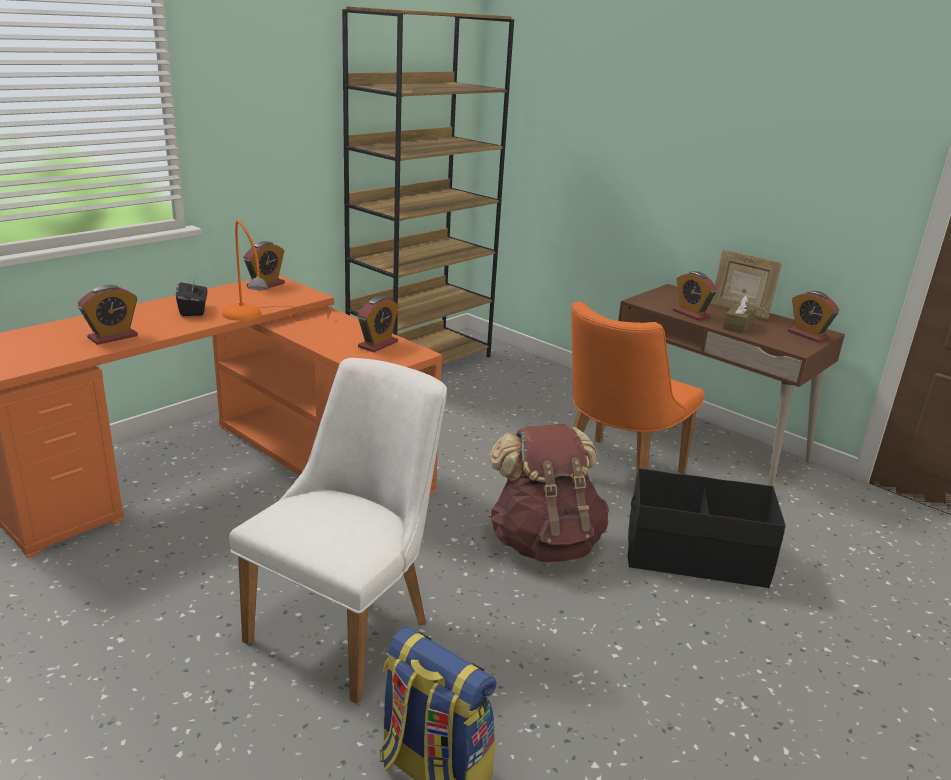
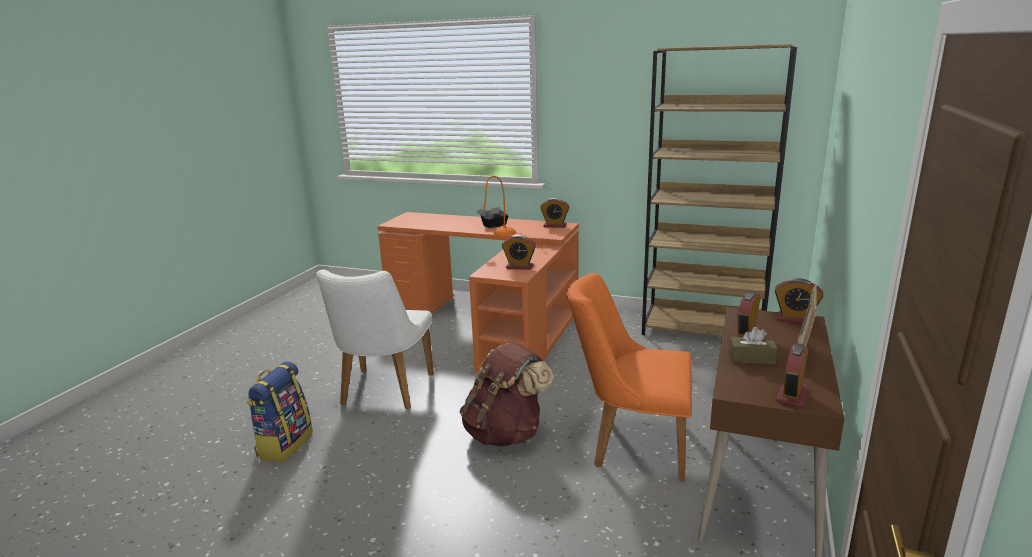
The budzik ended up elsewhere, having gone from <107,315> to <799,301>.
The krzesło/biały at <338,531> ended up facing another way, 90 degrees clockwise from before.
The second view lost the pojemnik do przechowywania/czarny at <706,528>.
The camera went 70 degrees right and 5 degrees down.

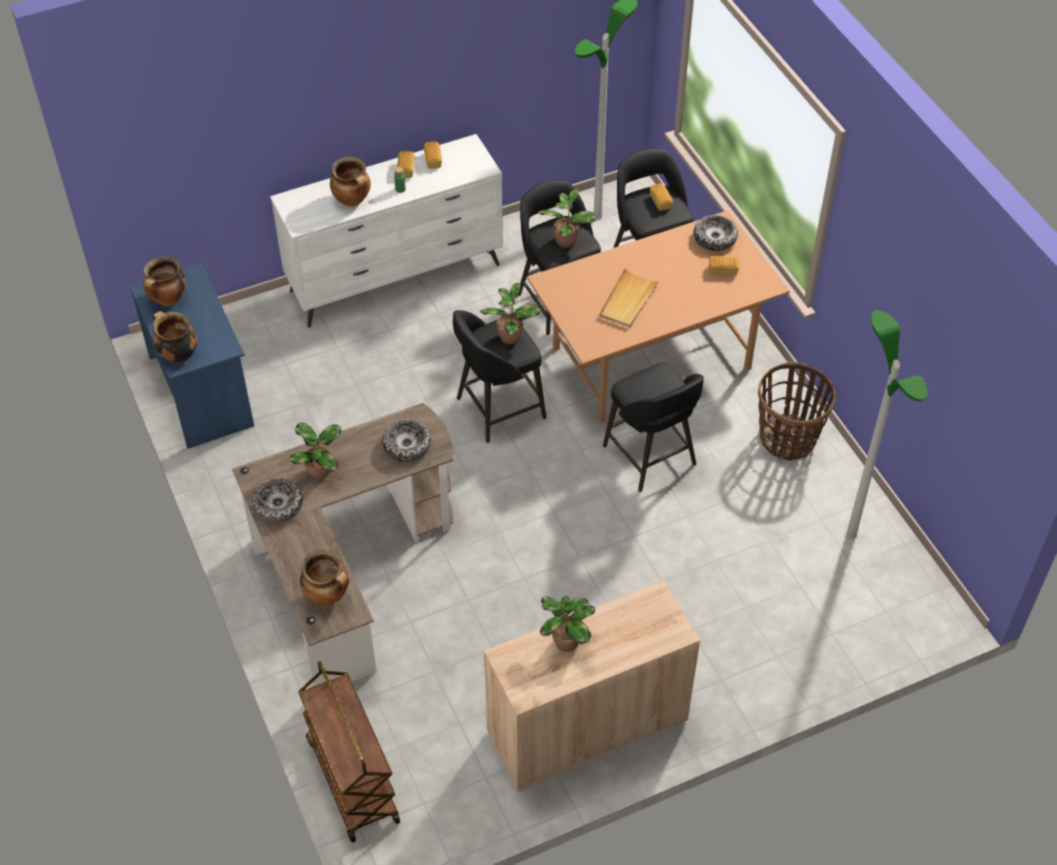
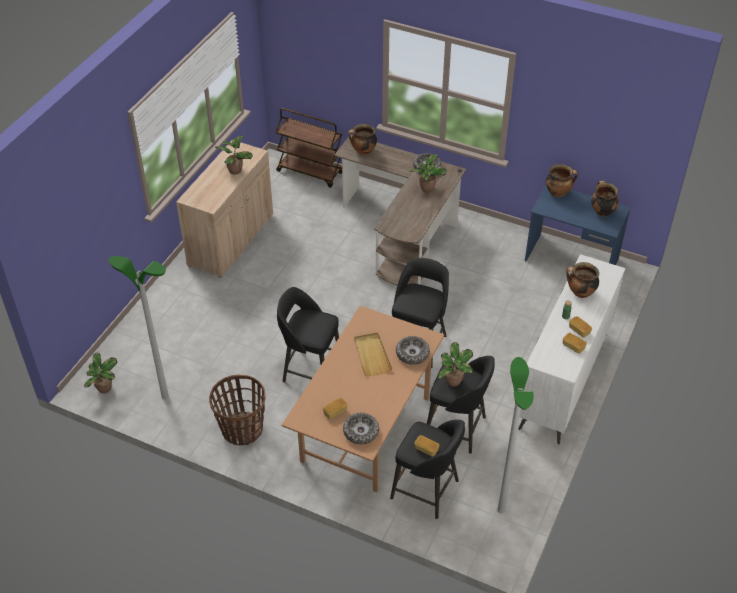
The roślina doniczkowa ended up elsewhere, having gone from <510,313> to <100,372>.
The miska ended up elsewhere, having gone from <406,440> to <413,350>.
The camera went 140 degrees right and 5 degrees down.

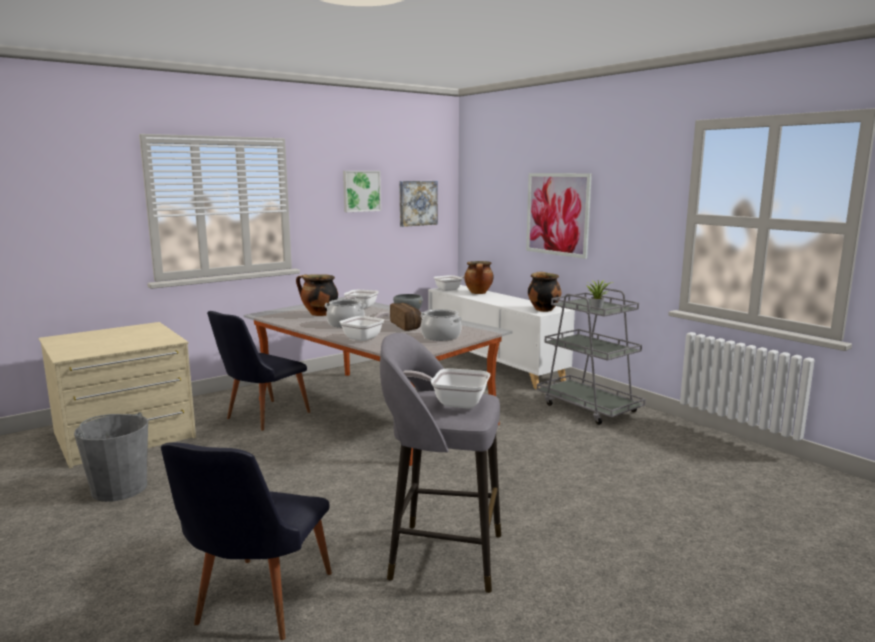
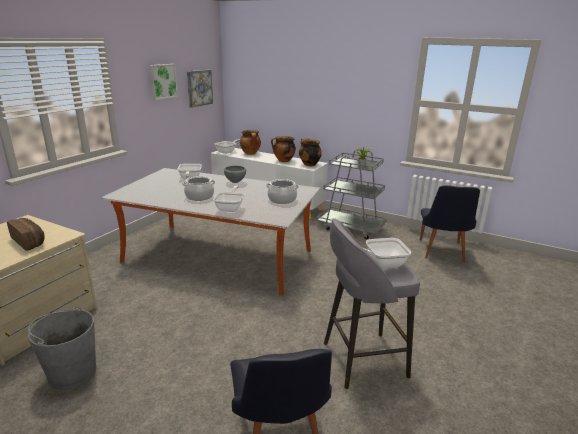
The second view lost the obraz at <559,216>.
The garnek ended up elsewhere, having gone from <317,295> to <283,149>.
The chleb ended up elsewhere, having gone from <406,317> to <25,234>.
The krzesło/czarny ended up elsewhere, having gone from <258,371> to <450,223>.
The camera went 25 degrees left and 10 degrees up.

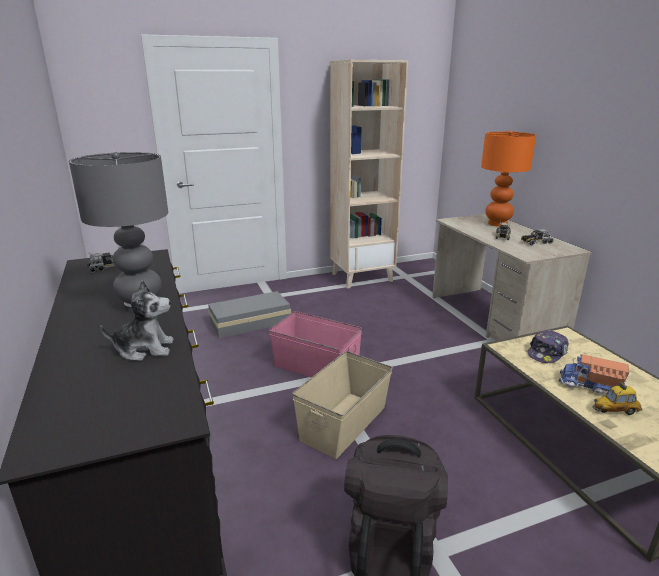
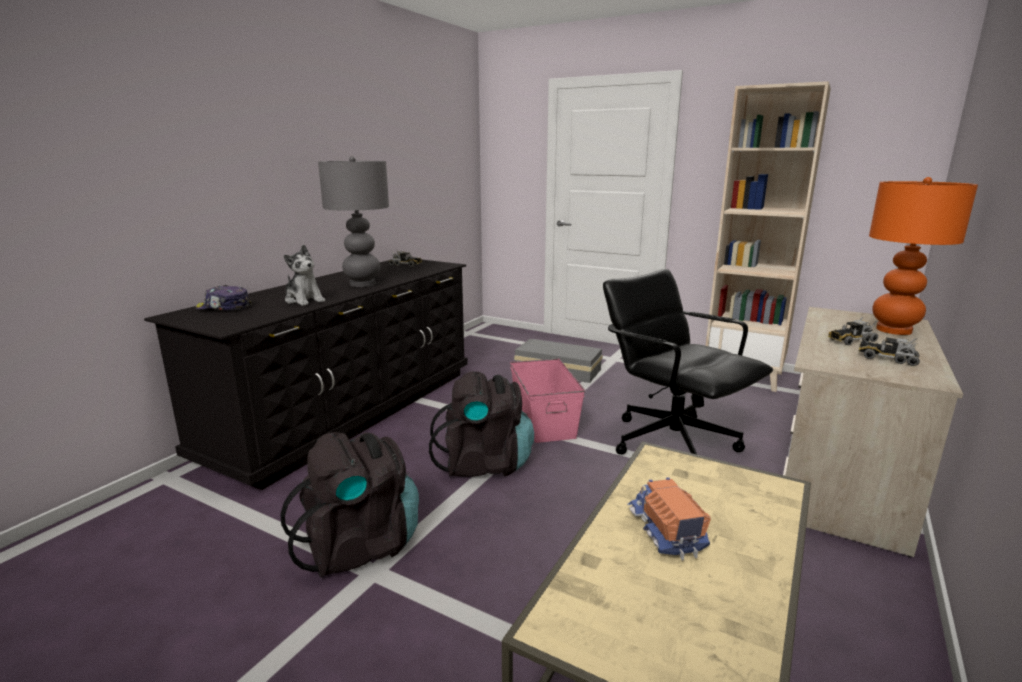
The czapka z daszkiem ended up elsewhere, having gone from <548,346> to <223,298>.
Where the pojemnik do przechowywania/beżowy stood at <342,405>, the plecak/czarny came to stand at <481,424>.
The second view lost the samochodzik at <617,398>.
The second view gained the krzesło biurowe/czarny at <688,361>.
The camera went 50 degrees right and 5 degrees down.

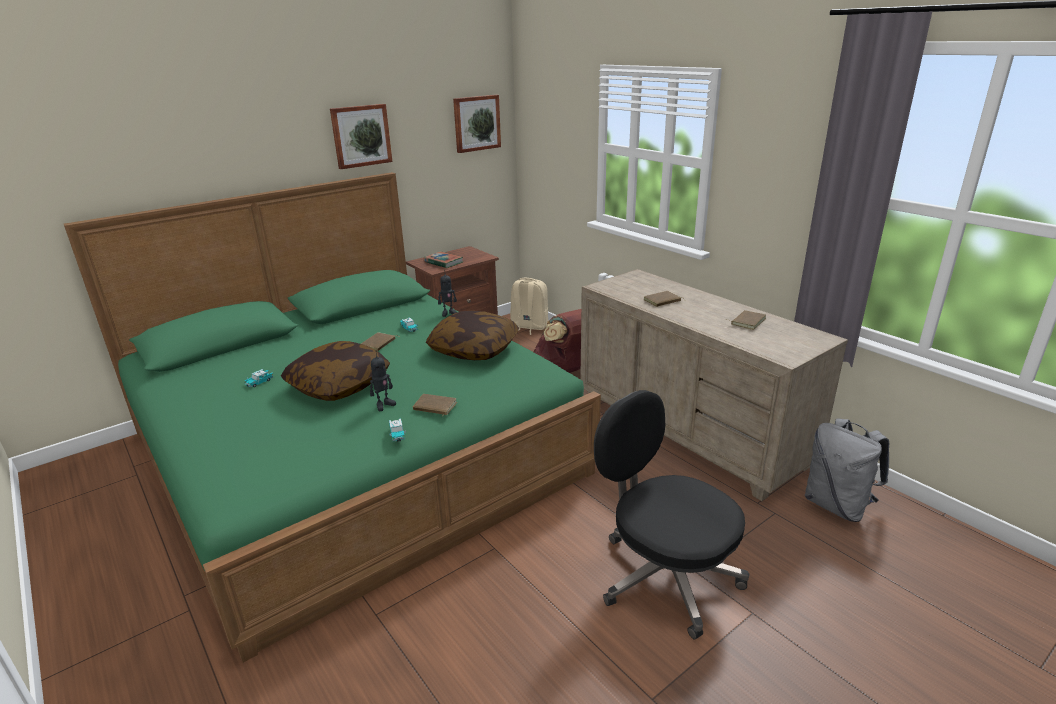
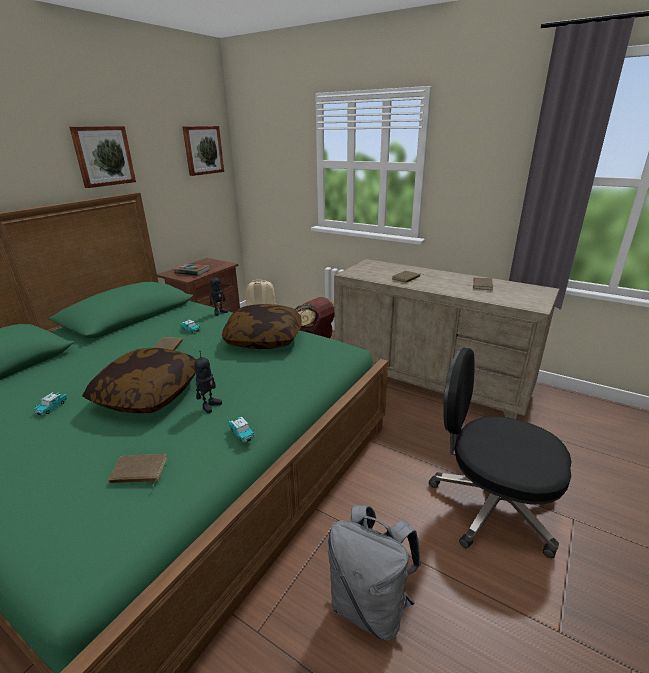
The książka/brązowy ended up elsewhere, having gone from <435,405> to <138,470>.
The plecak/szary ended up elsewhere, having gone from <847,470> to <374,573>.
The camera went 20 degrees left and 0 degrees up.

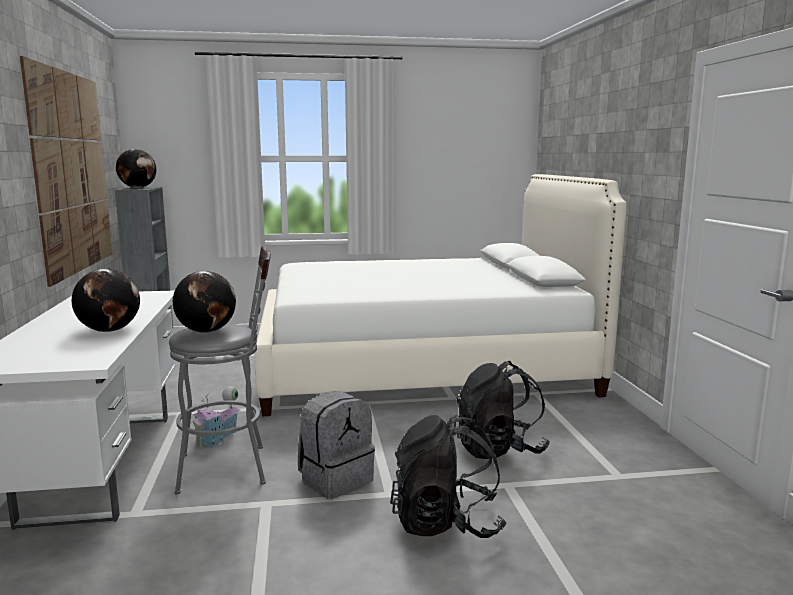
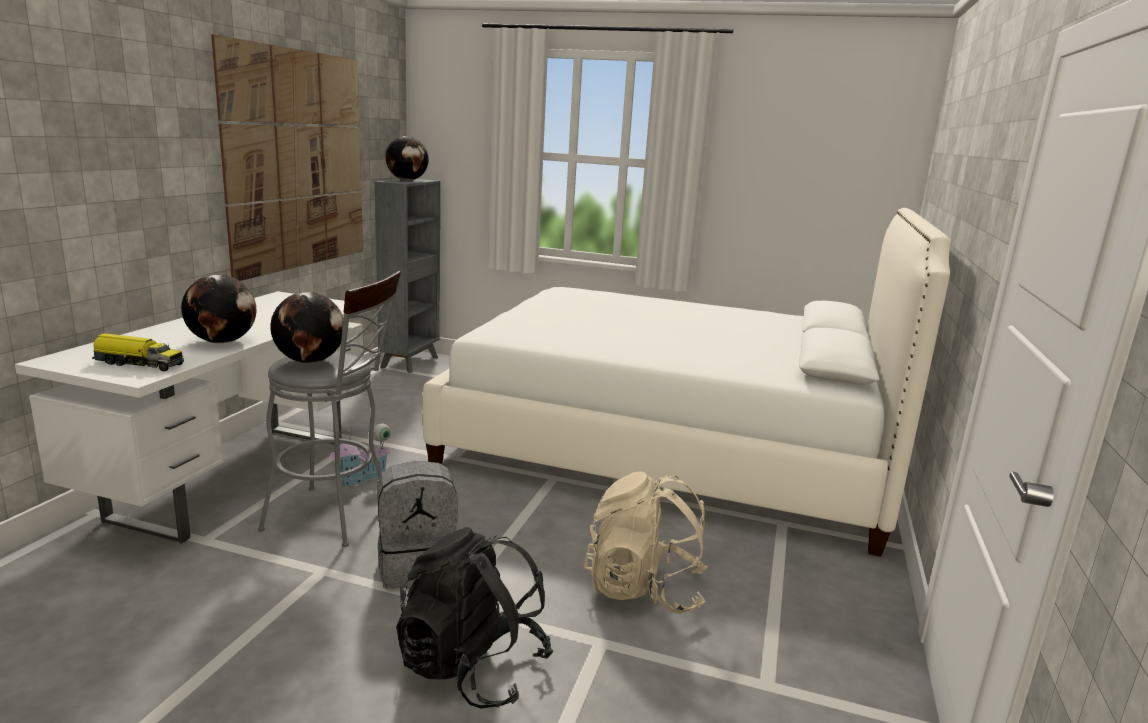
What was the plecak/czarny at <502,410> turned into the plecak/beżowy at <646,543>.
The second view gained the ciężarówka zabawkowa at <138,352>.
The camera went 25 degrees right and 5 degrees up.

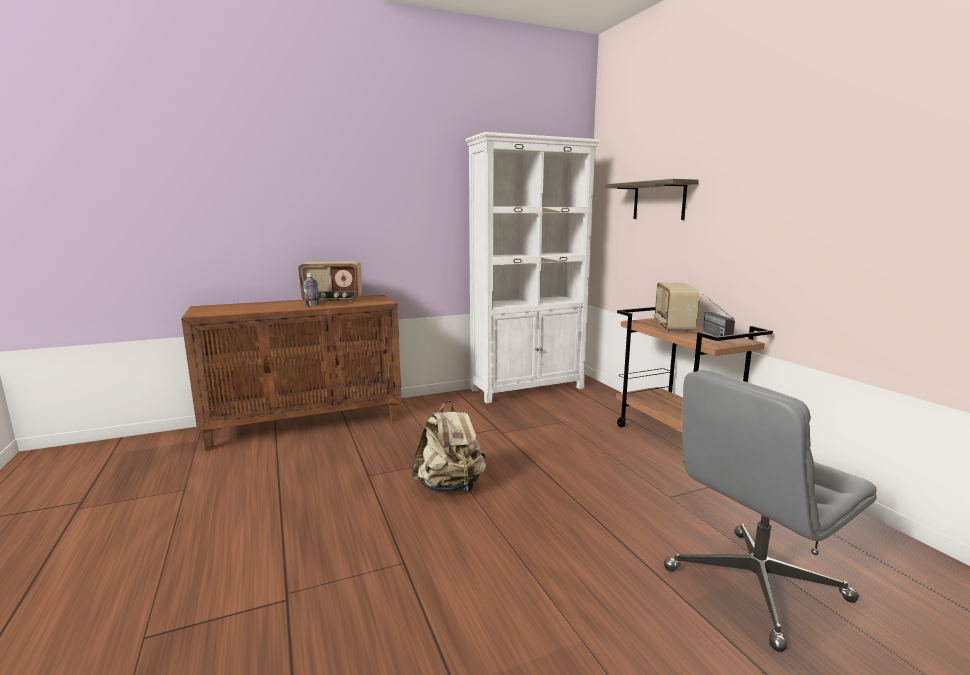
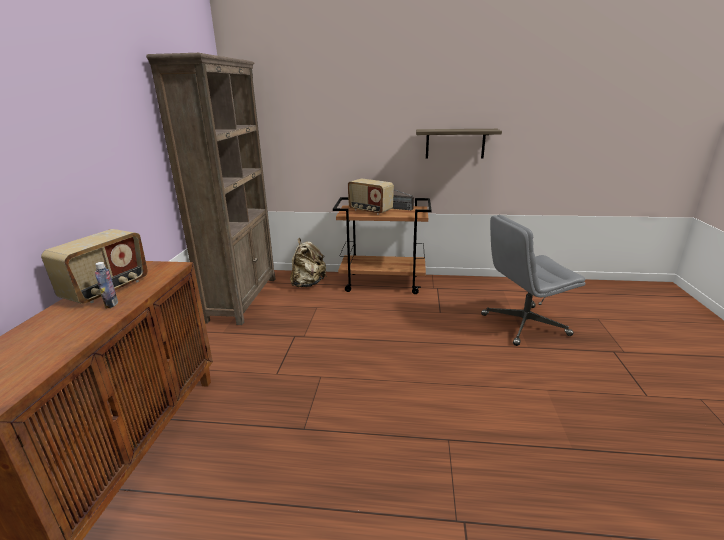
What was the regał/biały at <533,267> turned into the regał/brązowy at <210,189>.
The półka ended up elsewhere, having gone from <652,199> to <459,143>.
The krzesło biurowe/szary at <770,511> ended up facing another way, 75 degrees clockwise from before.
The plecak/beżowy ended up elsewhere, having gone from <448,446> to <308,262>.
The camera went 60 degrees left and 10 degrees up.

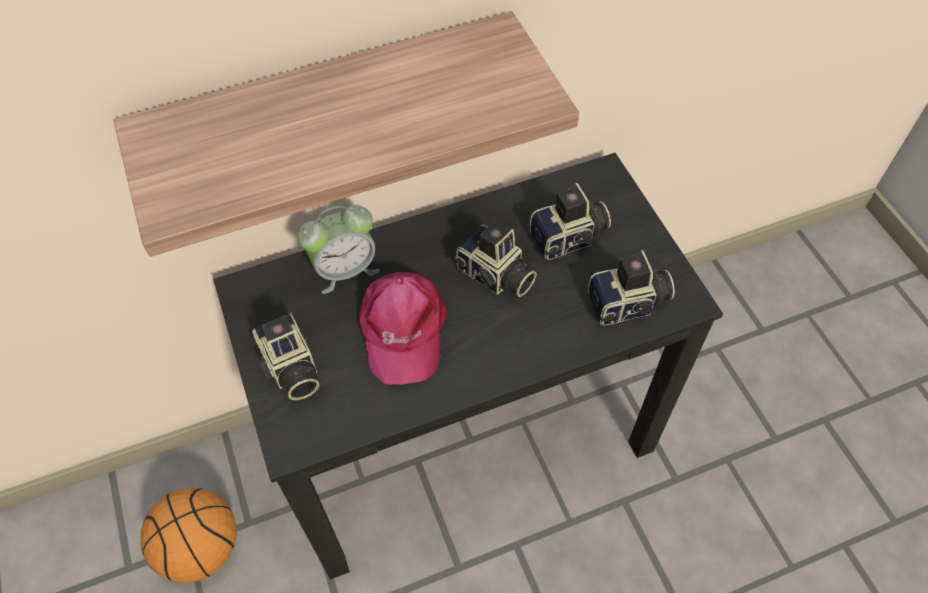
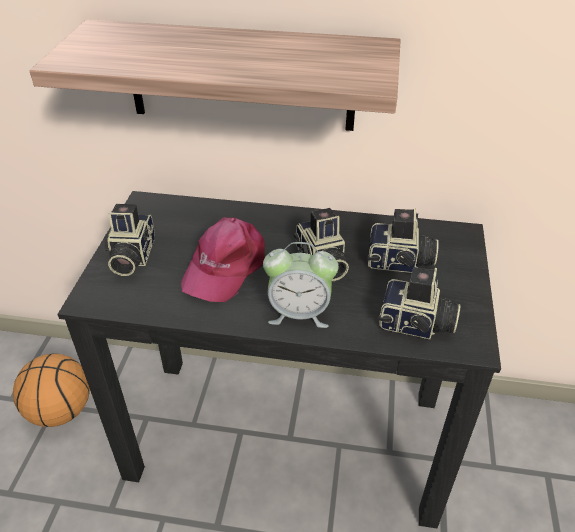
The budzik ended up elsewhere, having gone from <338,249> to <301,285>.
The camera went 30 degrees right and 15 degrees down.

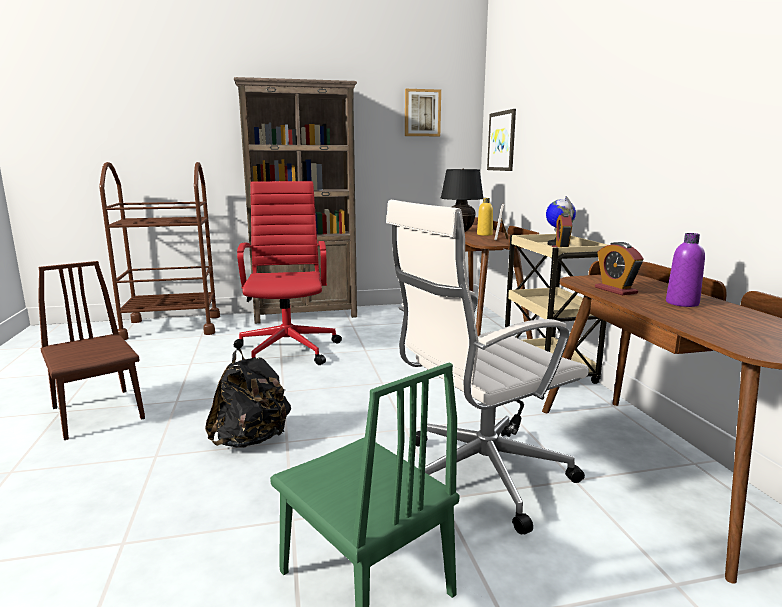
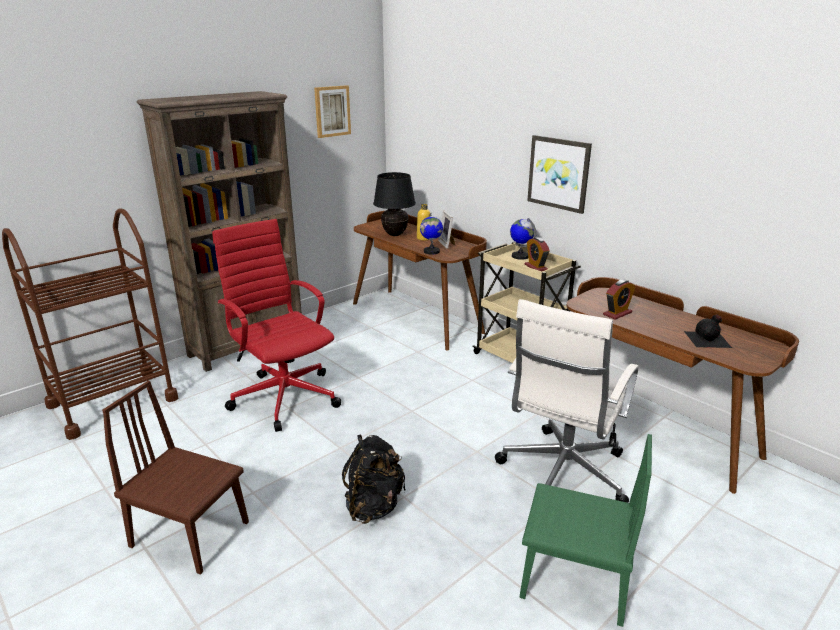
The obraz ended up elsewhere, having gone from <501,140> to <559,174>.
The second view lost the butelka/fioletowy at <685,270>.
The budzik at <619,268> ended up facing another way, 75 degrees counterclockwise from before.
The second view gained the globus at <431,233>.
The second view gained the butelka/czarny at <708,331>.
The camera went 30 degrees left and 10 degrees up.

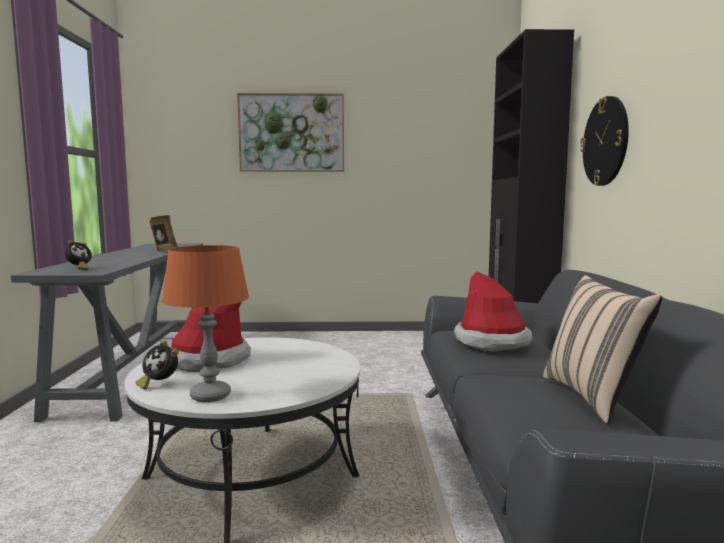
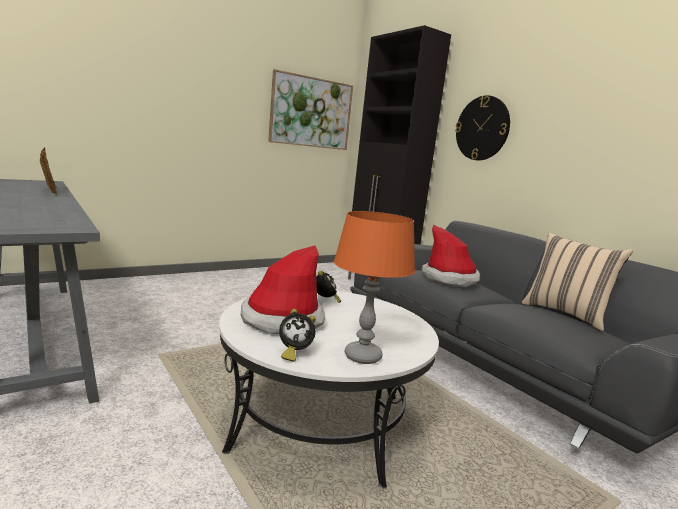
The obraz ended up elsewhere, having gone from <290,132> to <310,109>.
The budzik ended up elsewhere, having gone from <78,255> to <328,287>.
The camera went 35 degrees left and 5 degrees up.

